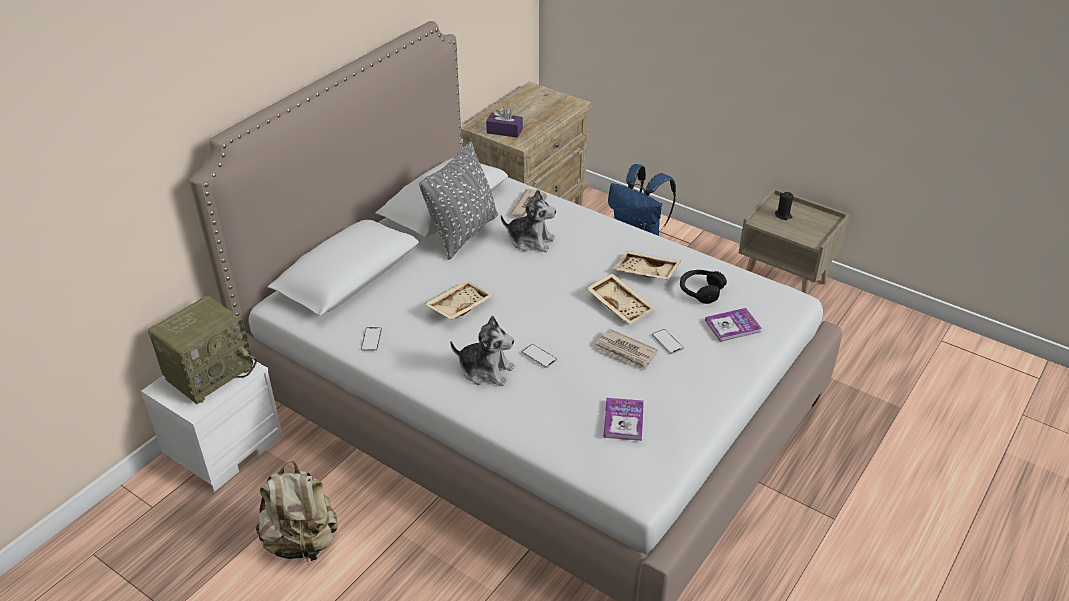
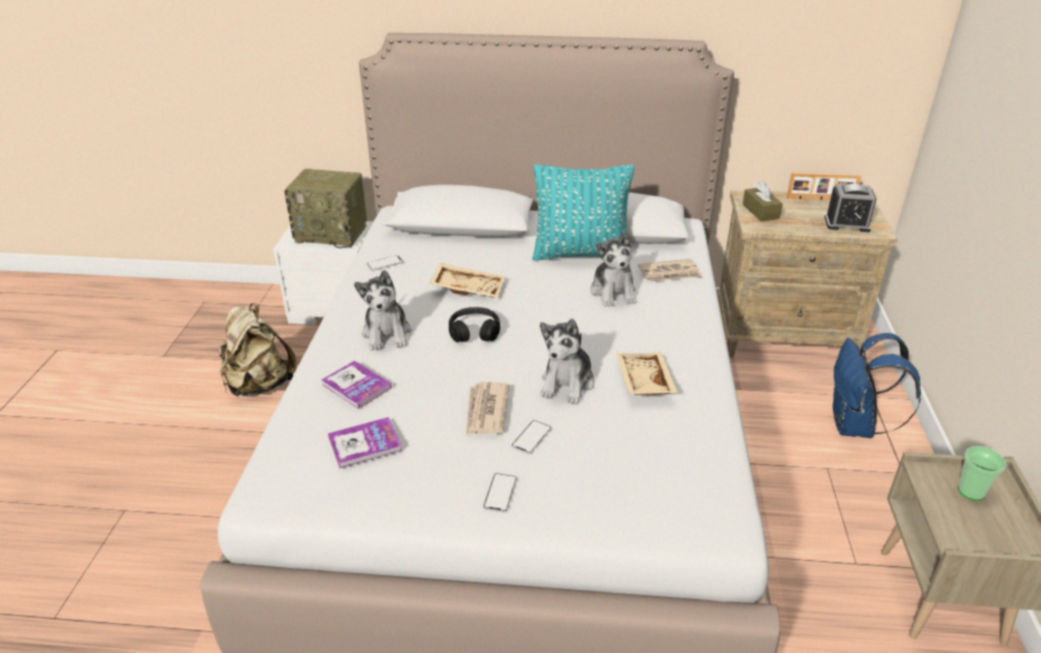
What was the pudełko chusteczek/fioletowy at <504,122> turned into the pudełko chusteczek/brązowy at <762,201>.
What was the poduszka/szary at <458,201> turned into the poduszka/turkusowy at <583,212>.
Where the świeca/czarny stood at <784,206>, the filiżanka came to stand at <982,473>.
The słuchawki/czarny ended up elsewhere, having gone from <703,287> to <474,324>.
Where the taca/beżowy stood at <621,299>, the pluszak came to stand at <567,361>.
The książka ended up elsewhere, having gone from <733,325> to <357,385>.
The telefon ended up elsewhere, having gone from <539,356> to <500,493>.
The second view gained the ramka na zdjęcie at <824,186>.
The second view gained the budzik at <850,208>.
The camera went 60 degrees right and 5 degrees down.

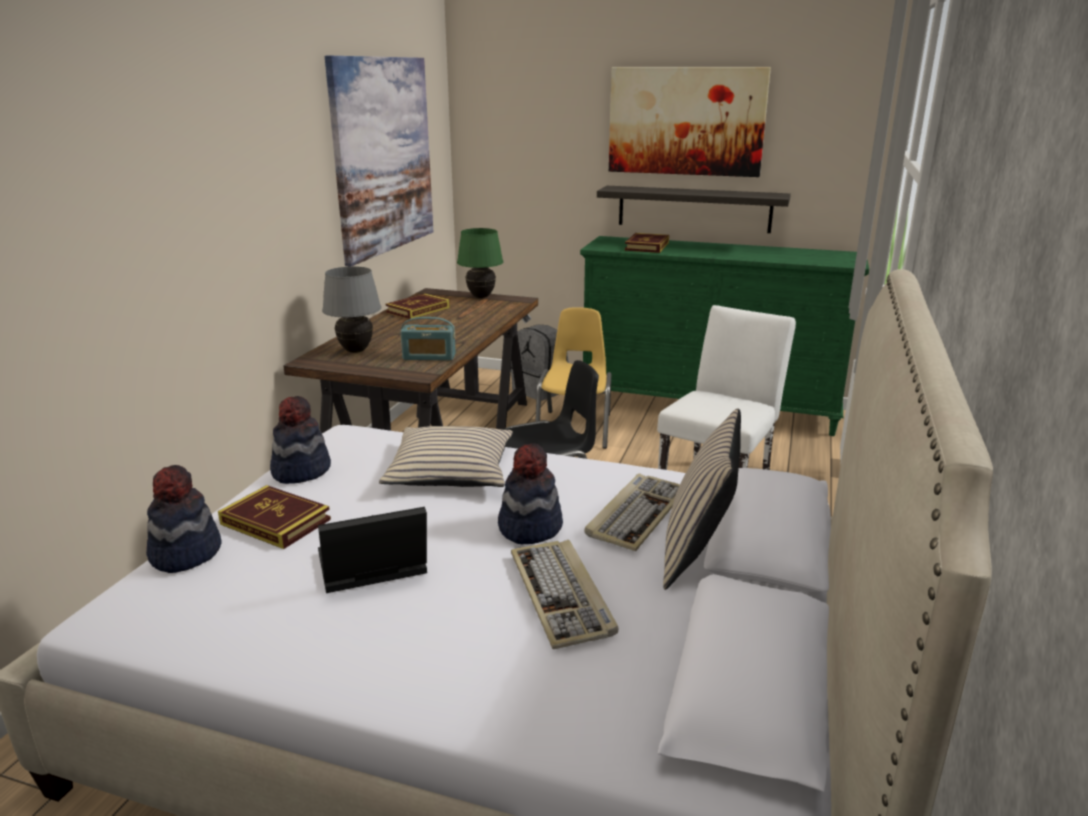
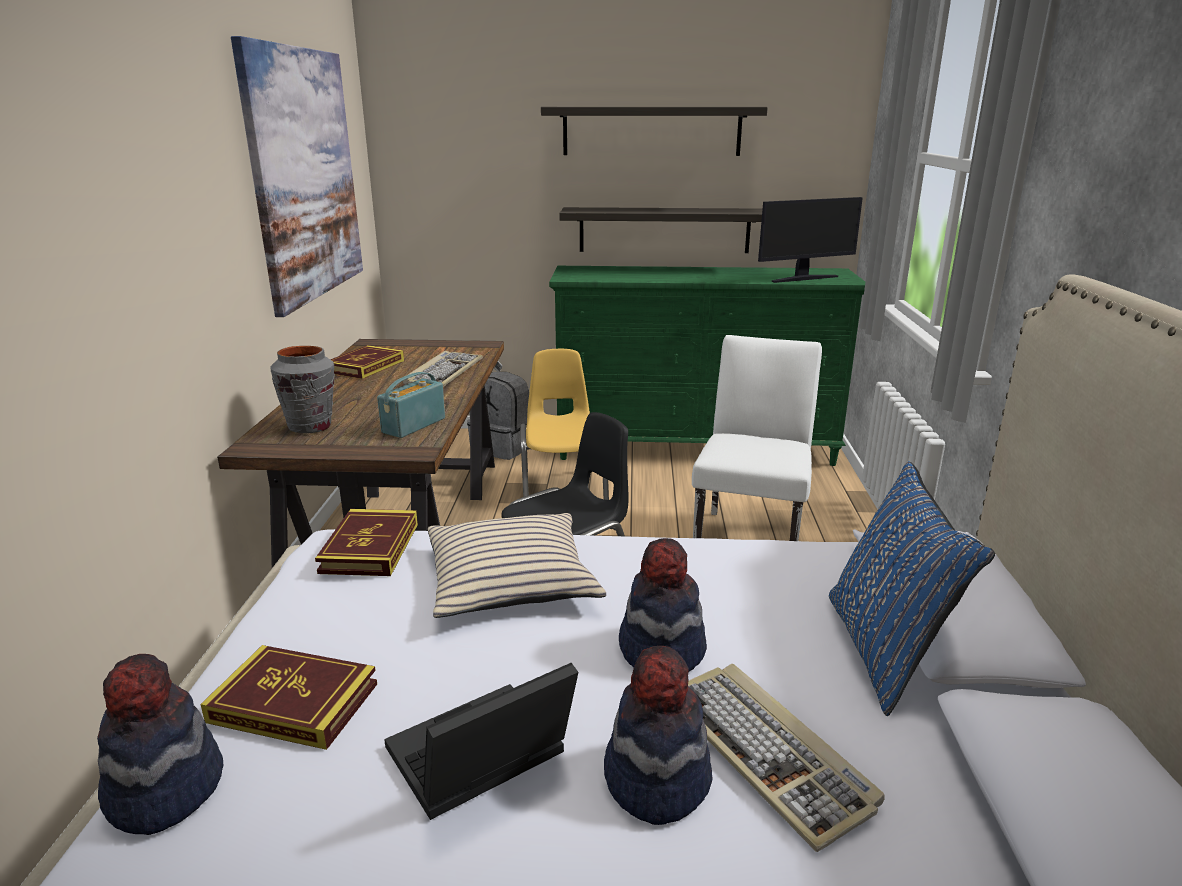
Where the obraz hung at <690,122>, the półka came to hang at <654,131>.
The second view lost the lampa stołowa/zielony at <480,263>.
The książka ended up elsewhere, having gone from <647,243> to <366,542>.
Where the lampa stołowa/szary stood at <351,309>, the wazon/szary came to stand at <302,389>.
The radio at <428,339> ended up facing another way, 135 degrees clockwise from before.
The kapelusz ended up elsewhere, having gone from <300,440> to <658,735>.
What was the poduszka/beżowy at <702,499> turned into the poduszka/niebieski at <912,588>.
The klawiatura ended up elsewhere, having gone from <632,512> to <443,369>.
The second view gained the monitor at <810,240>.
The camera went 15 degrees left and 0 degrees up.

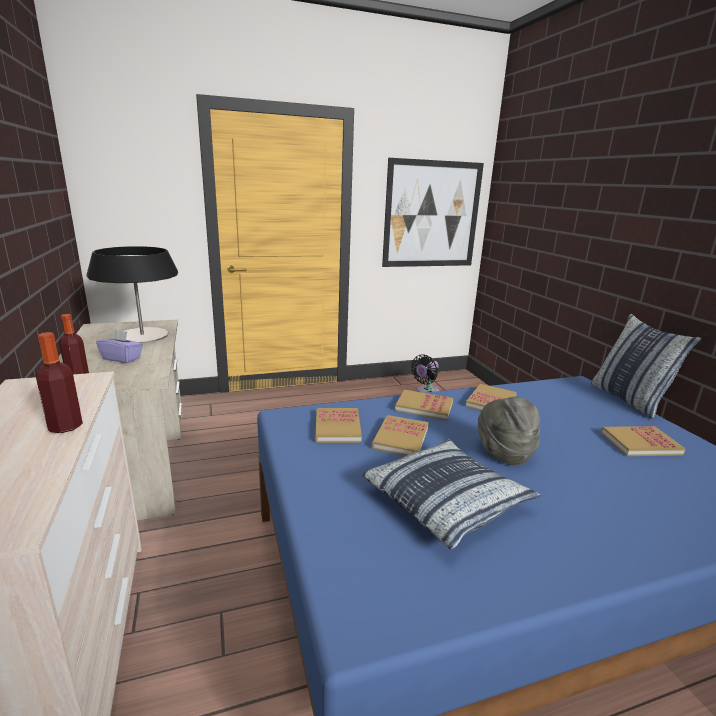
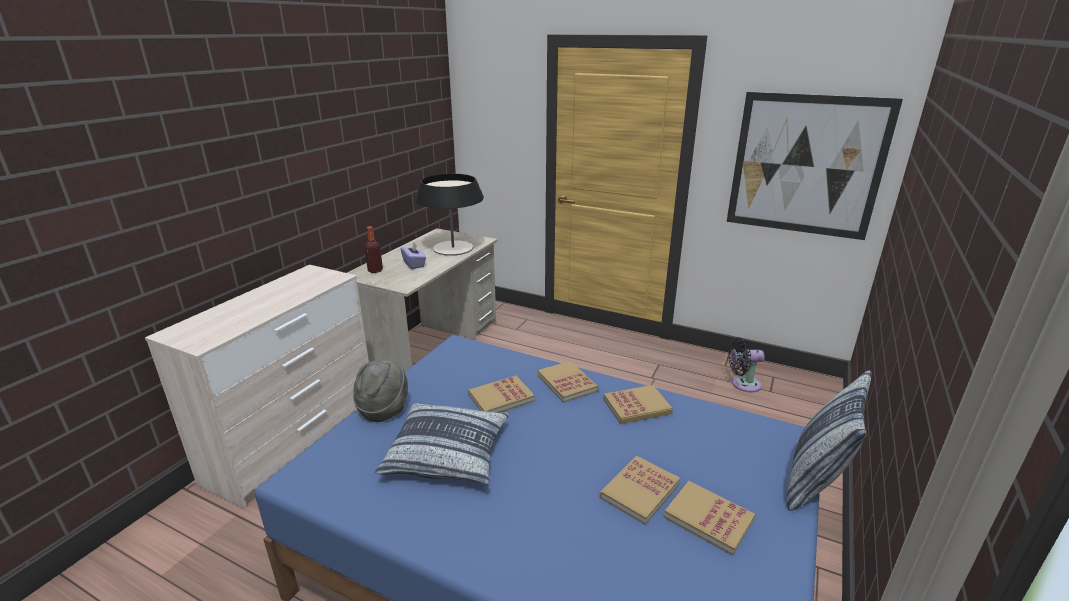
The second view lost the butelka at <59,382>.
The kapelusz/szary ended up elsewhere, having gone from <509,431> to <380,391>.
The książka ended up elsewhere, having gone from <339,425> to <640,490>.
The camera went 45 degrees right and 5 degrees up.

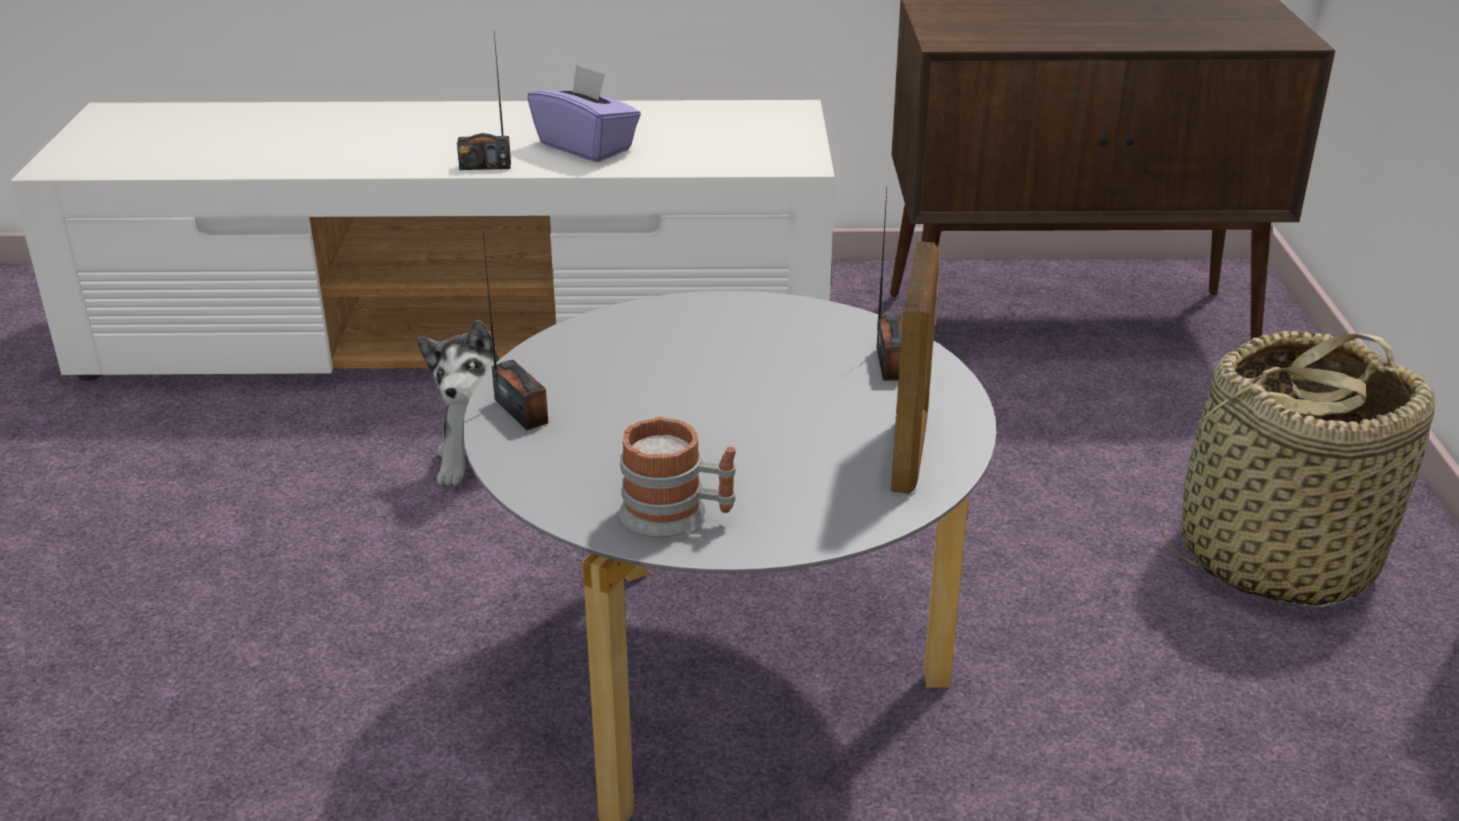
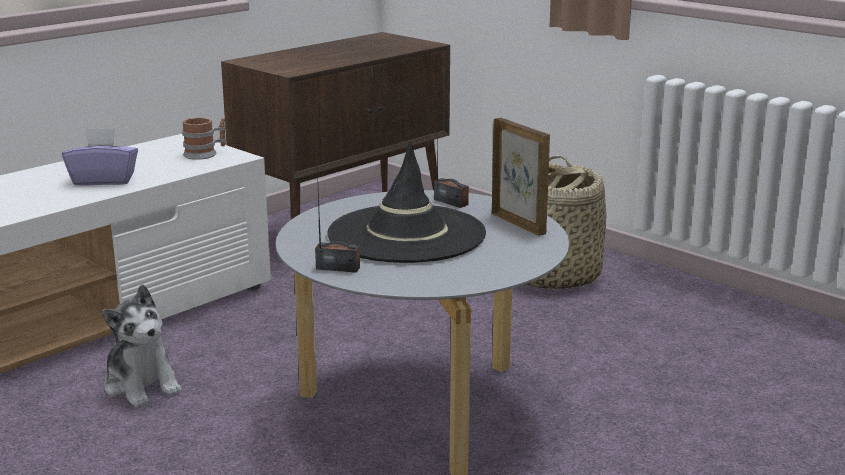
The second view lost the radio at <484,101>.
The kubek ended up elsewhere, having gone from <678,477> to <204,138>.
The second view gained the kapelusz/czarny at <406,202>.
The camera went 45 degrees left and 10 degrees down.

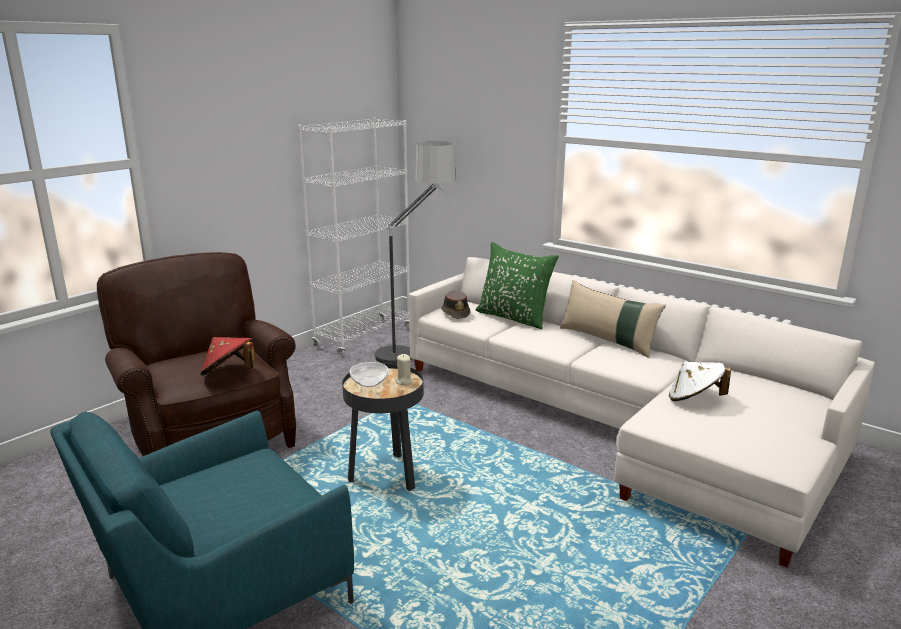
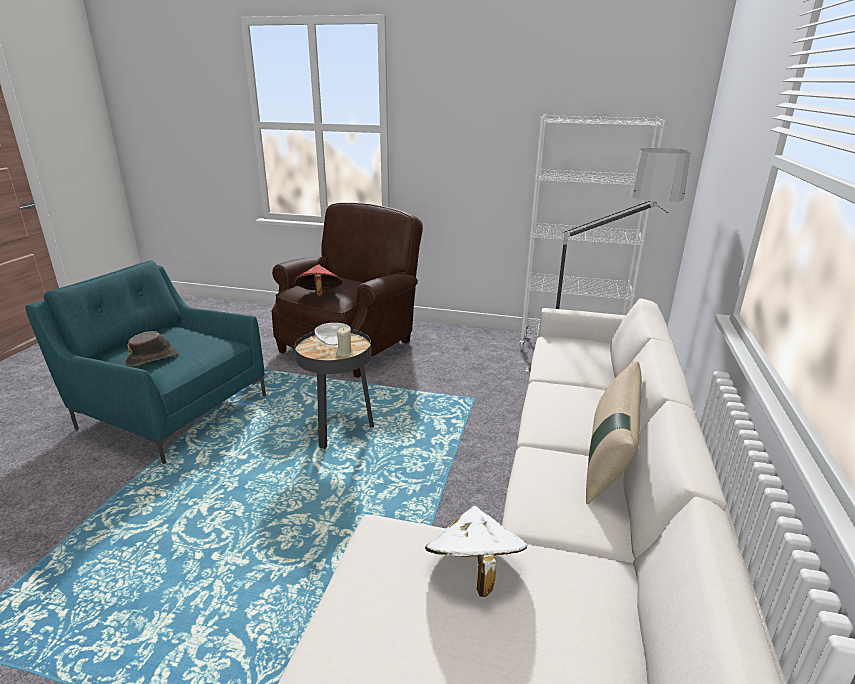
The second view lost the poduszka/zielony at <517,285>.
The kapelusz/brązowy ended up elsewhere, having gone from <456,304> to <152,348>.
The camera went 65 degrees right and 5 degrees up.

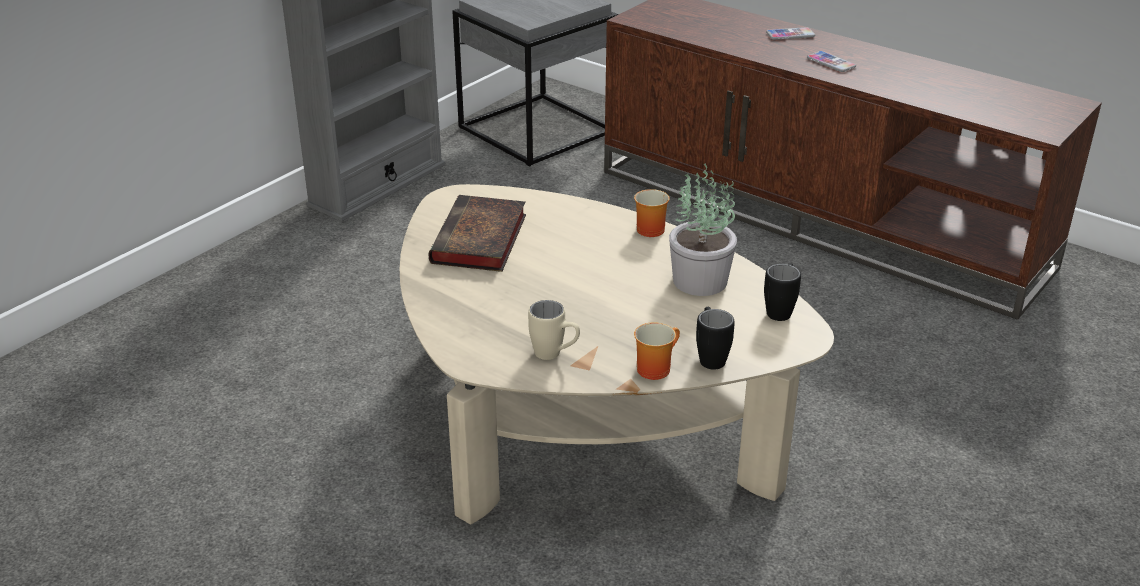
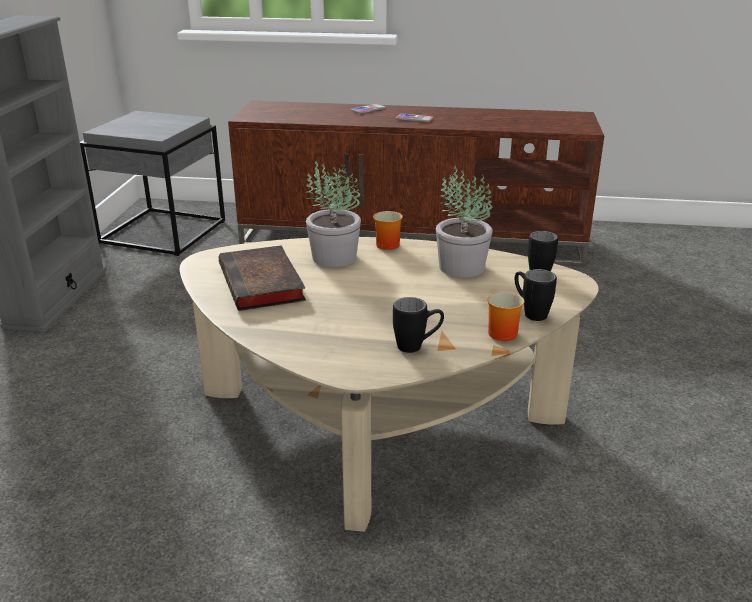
What was the kubek/beżowy at <554,330> turned into the kubek/czarny at <418,325>.
The second view gained the roślina doniczkowa at <333,214>.
The camera went 30 degrees left and 5 degrees down.

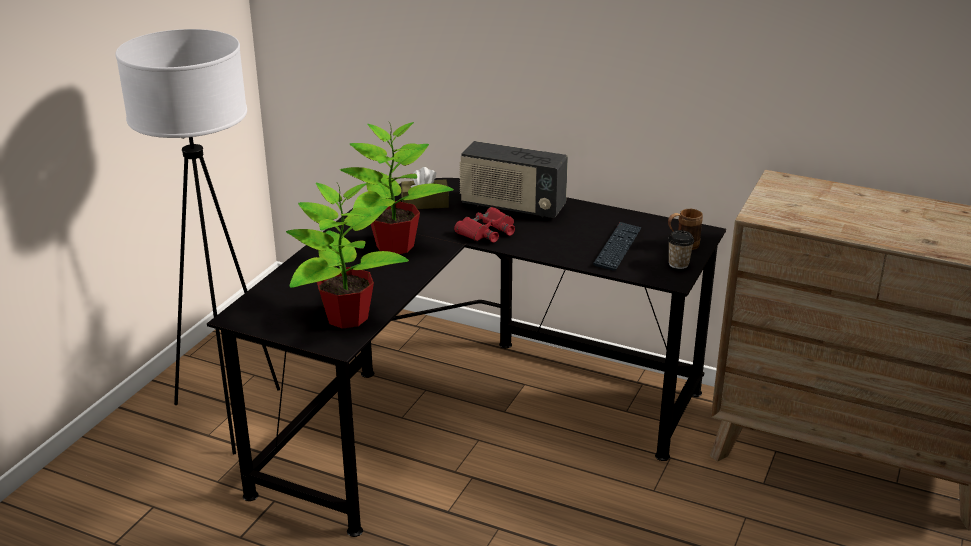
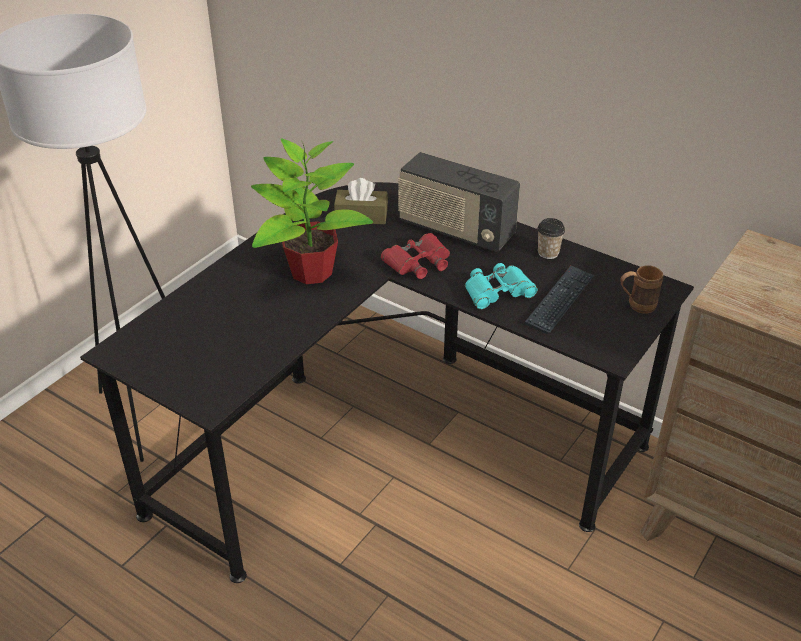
The second view lost the roślina doniczkowa at <347,256>.
The filiżanka ended up elsewhere, having gone from <681,249> to <551,238>.
The second view gained the lornetka/turkusowy at <501,286>.
The camera went 10 degrees right and 10 degrees up.

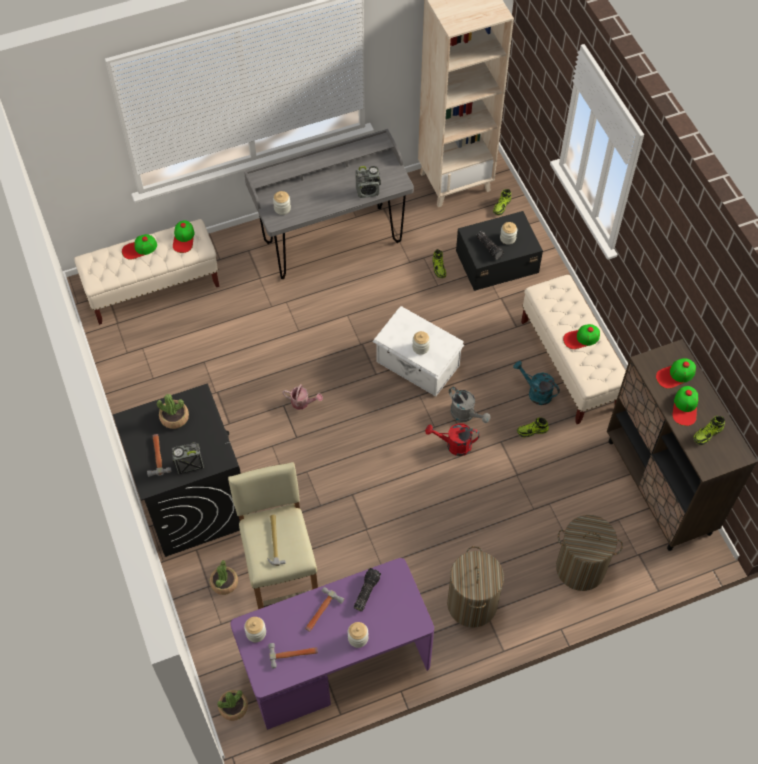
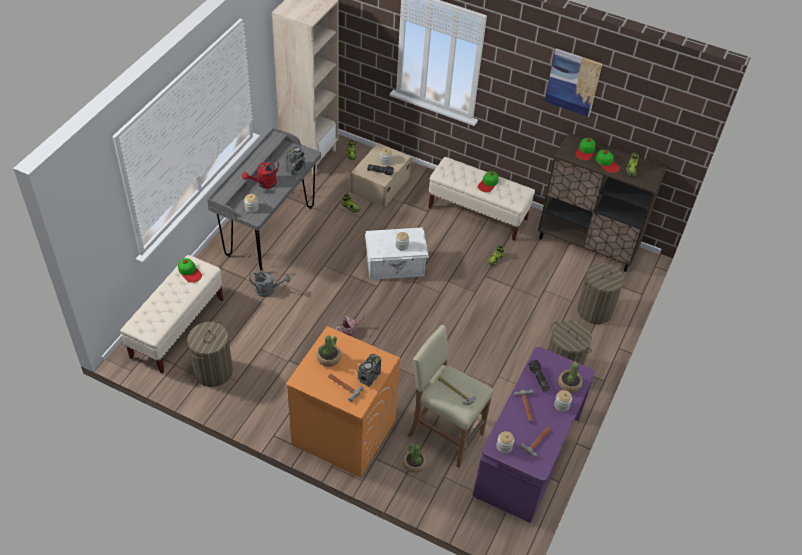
What was the pojemnik do przechowywania/czarny at <499,251> turned into the pojemnik do przechowywania/beżowy at <381,175>.
The second view lost the czapka z daszkiem at <139,247>.
The second view lost the konewka/turkusowy at <536,383>.
What was the pralka/czarny at <177,470> turned into the pralka/pomarańczowy at <343,401>.
The konewka/szary ended up elsewhere, having gone from <469,405> to <270,284>.
The konewka/czerwony ended up elsewhere, having gone from <452,439> to <260,174>.
The roślina doniczkowa ended up elsewhere, having gone from <232,705> to <570,377>.
The second view gained the obraz at <573,82>.
The second view gained the kosz na pranie at <210,353>.
The camera went 45 degrees left and 10 degrees down.

